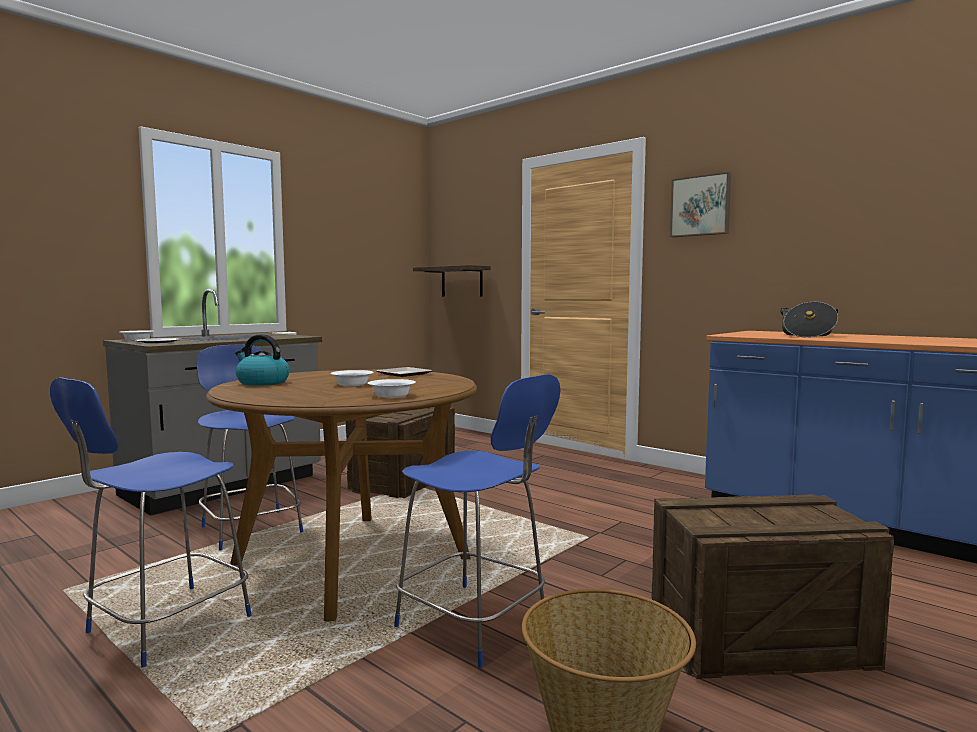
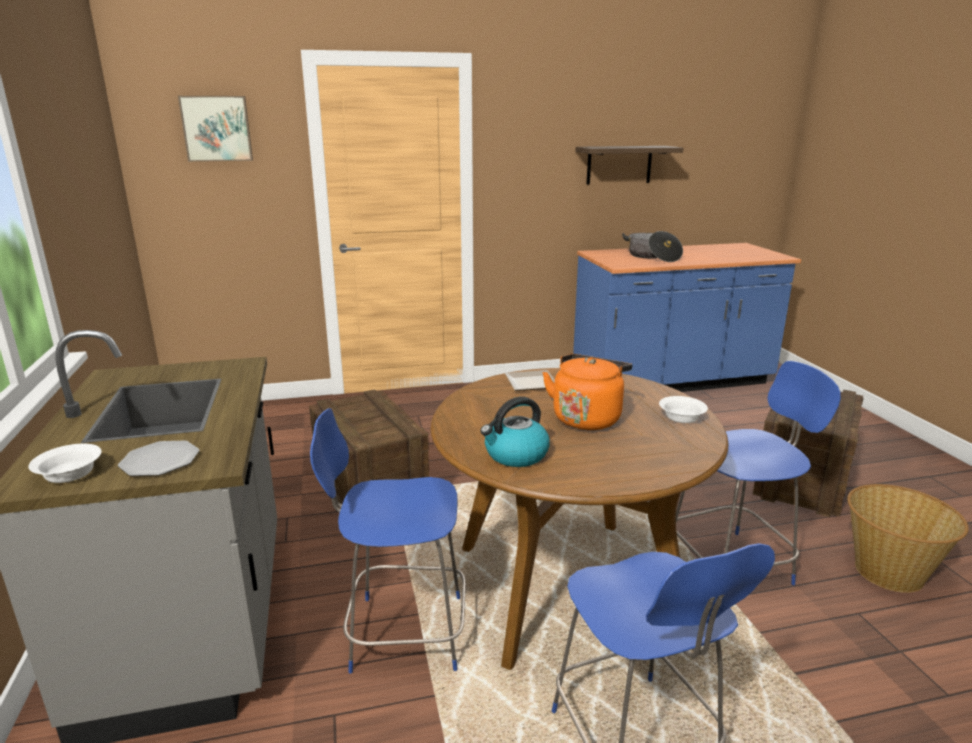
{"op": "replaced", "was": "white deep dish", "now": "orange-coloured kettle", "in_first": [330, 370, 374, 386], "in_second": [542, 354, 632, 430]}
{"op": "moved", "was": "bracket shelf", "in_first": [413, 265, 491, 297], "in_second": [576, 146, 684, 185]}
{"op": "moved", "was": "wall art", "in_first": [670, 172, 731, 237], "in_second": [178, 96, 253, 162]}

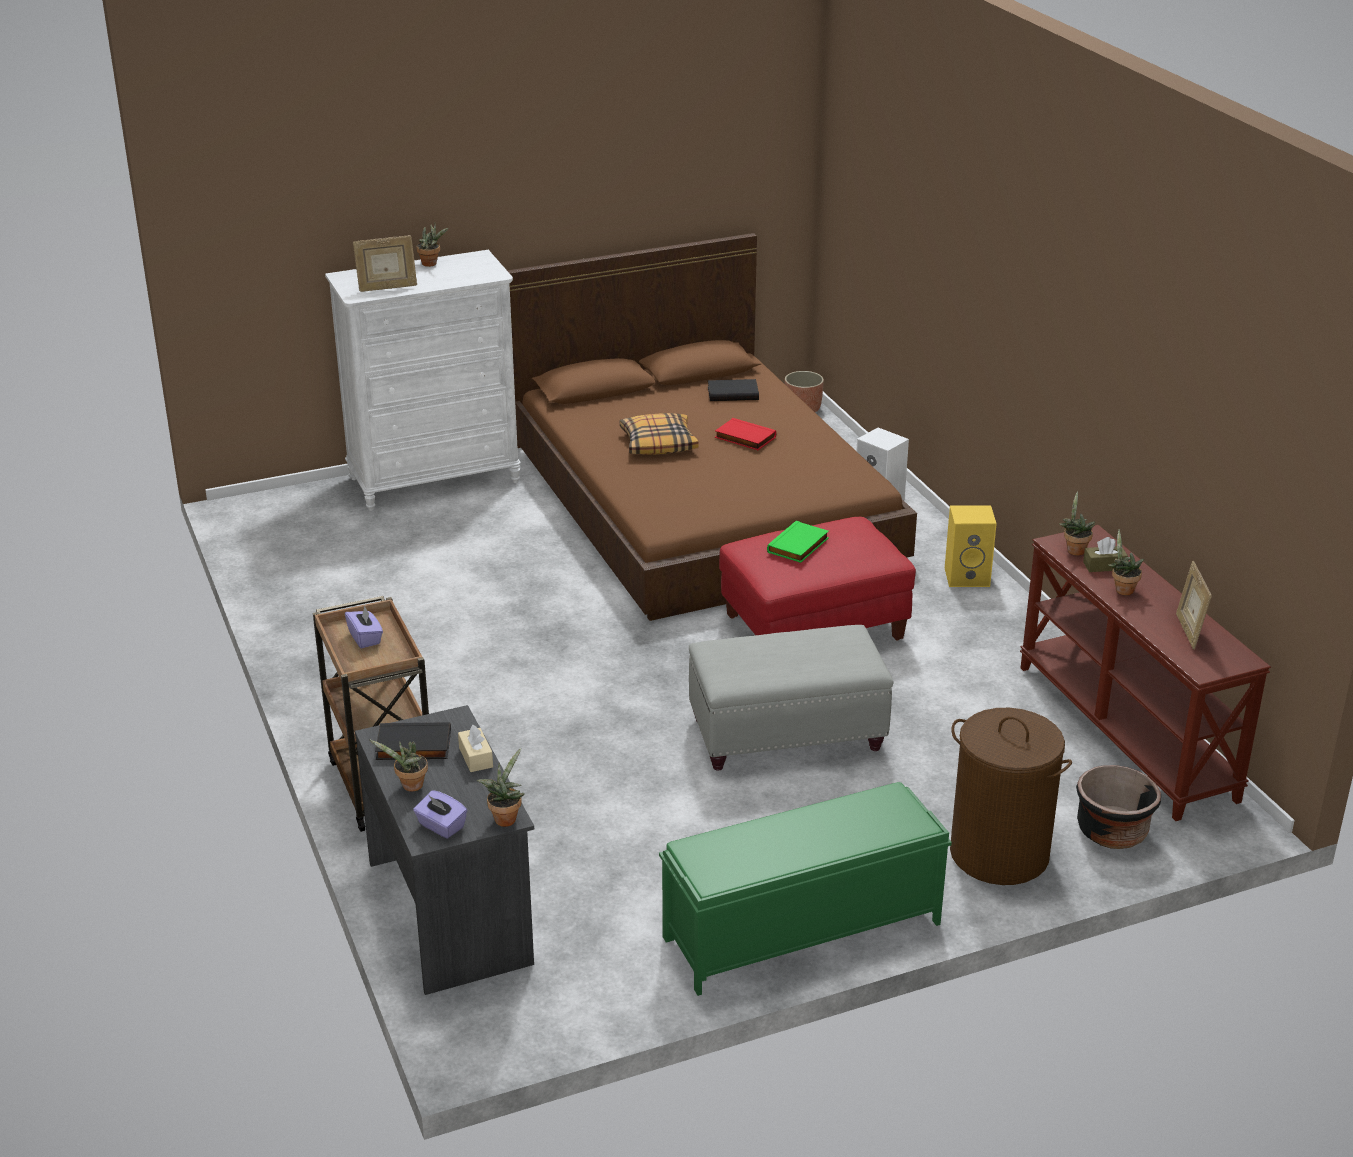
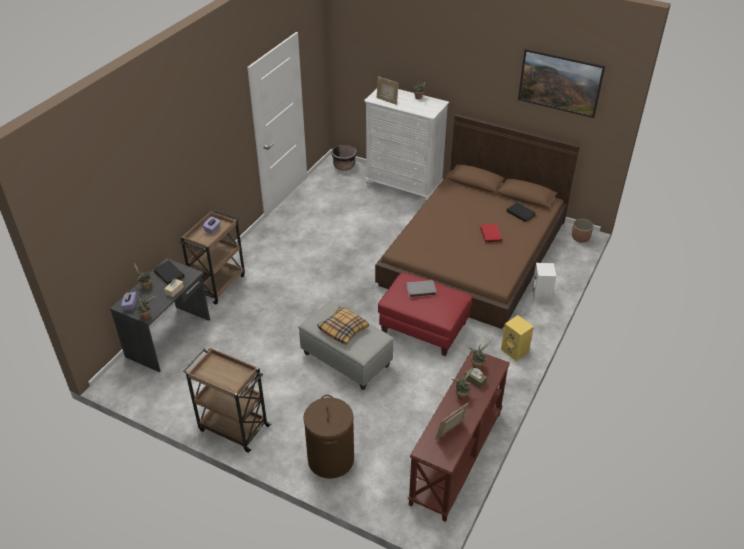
{"op": "moved", "was": "pillow", "in_first": [620, 413, 699, 455], "in_second": [318, 307, 369, 345]}
{"op": "replaced", "was": "greenish bench", "now": "brown wheeled cart", "in_first": [659, 782, 952, 996], "in_second": [183, 347, 271, 453]}
{"op": "recoloured", "was": "greenish bound book", "now": "grey bound book", "in_first": [767, 520, 829, 563], "in_second": [406, 280, 436, 298]}
{"op": "moved", "was": "blackish flower pot", "in_first": [1076, 765, 1161, 849], "in_second": [331, 145, 357, 171]}
{"op": "added", "now": "wall art", "in_second": [518, 49, 605, 118]}

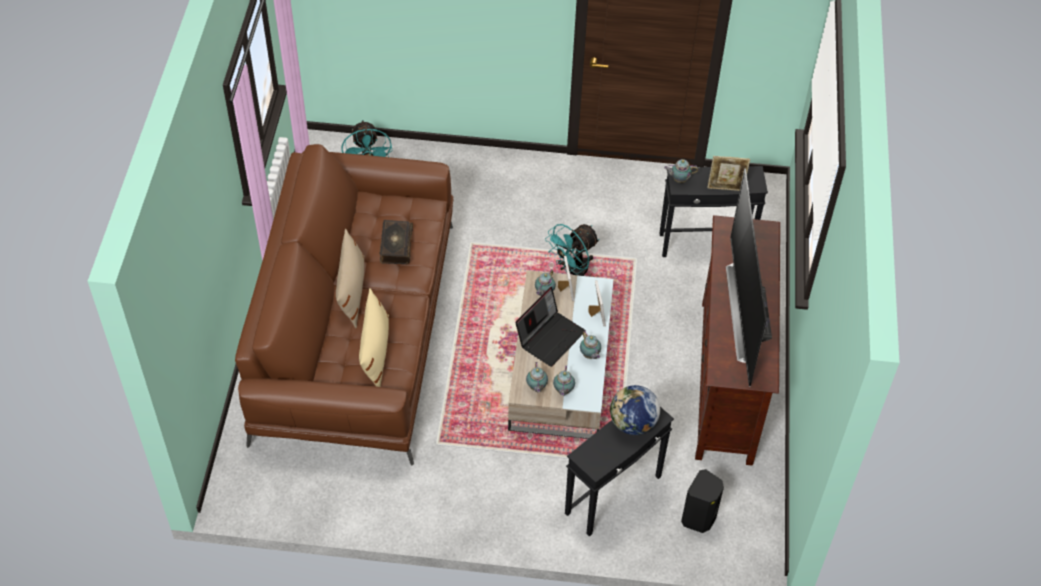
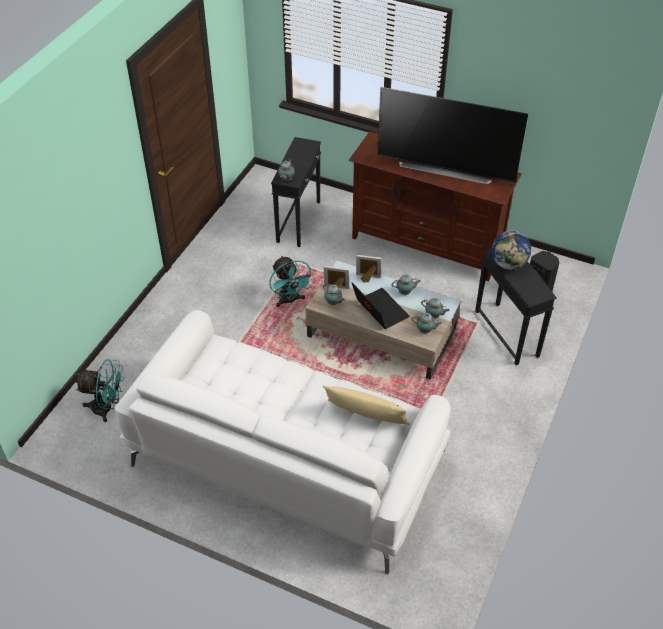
{"op": "recoloured", "was": "brown settee", "now": "white settee", "in_first": [235, 144, 453, 465], "in_second": [114, 310, 451, 574]}
{"op": "removed", "was": "beige pillow", "in_first": [336, 229, 365, 328]}
{"op": "removed", "was": "bound book", "in_first": [379, 220, 413, 264]}
{"op": "removed", "was": "standing frame", "in_first": [707, 156, 750, 191]}

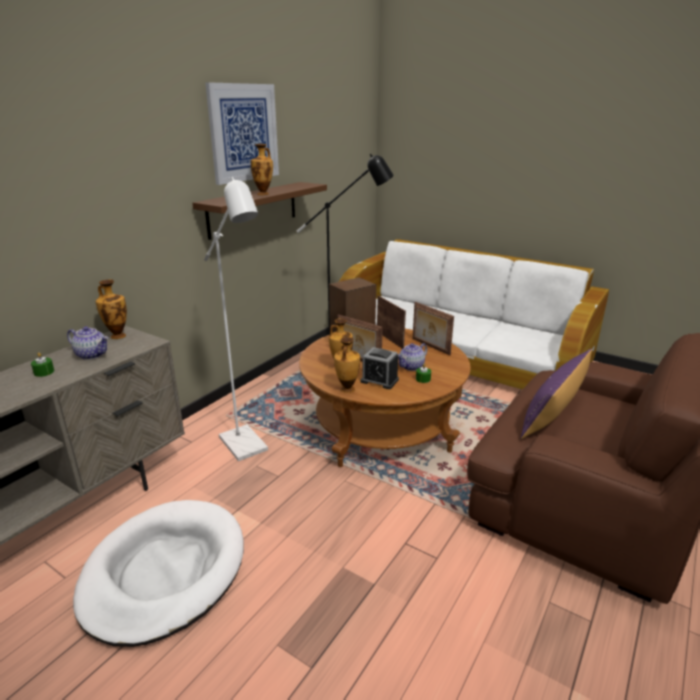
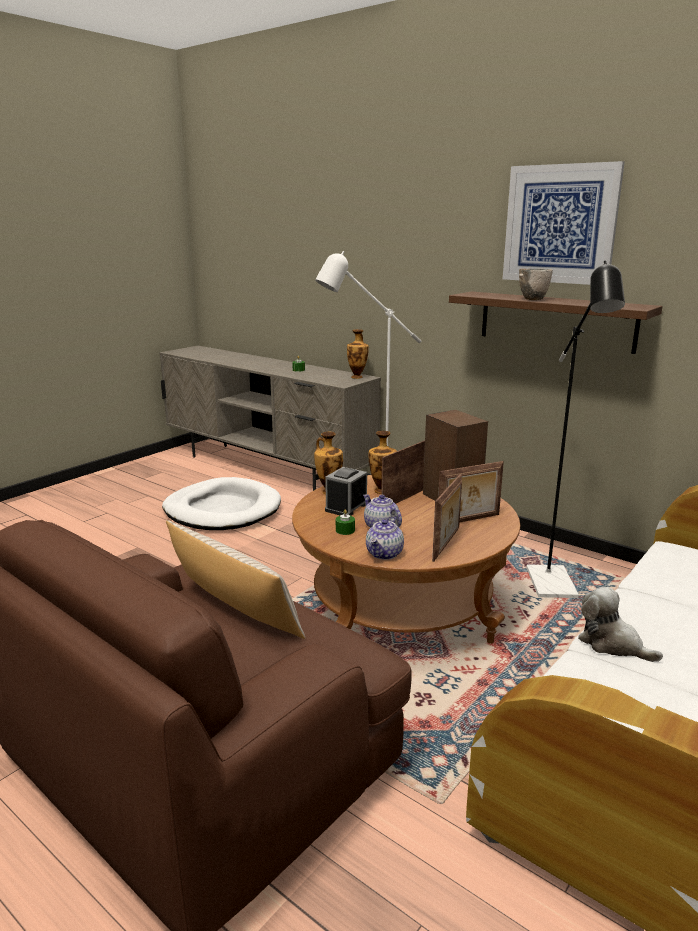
{"op": "moved", "was": "teapot", "in_first": [67, 326, 109, 360], "in_second": [366, 517, 404, 560]}
{"op": "replaced", "was": "flower vase", "now": "deep dish", "in_first": [251, 144, 273, 195], "in_second": [519, 268, 552, 300]}
{"op": "turned", "was": "standing frame", "in_first": [413, 302, 454, 355], "in_second": [432, 474, 462, 562], "clockwise": 150}
{"op": "recoloured", "was": "purple-coloured pillow", "now": "beige pillow", "in_first": [521, 349, 592, 439], "in_second": [166, 520, 306, 639]}
{"op": "added", "now": "plush toy", "in_second": [578, 587, 663, 662]}

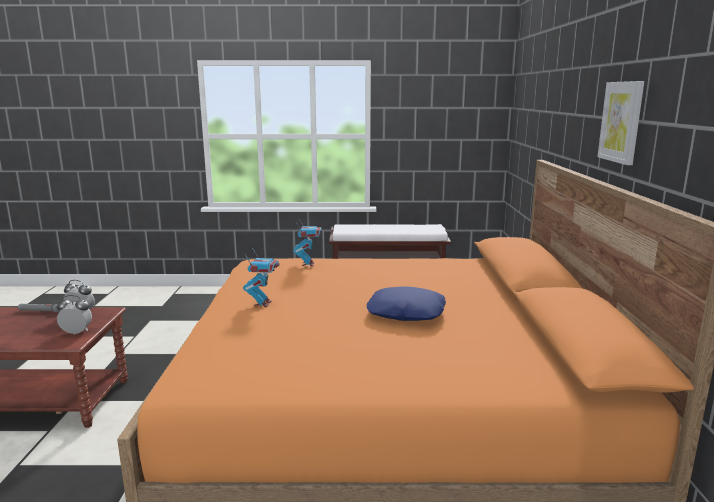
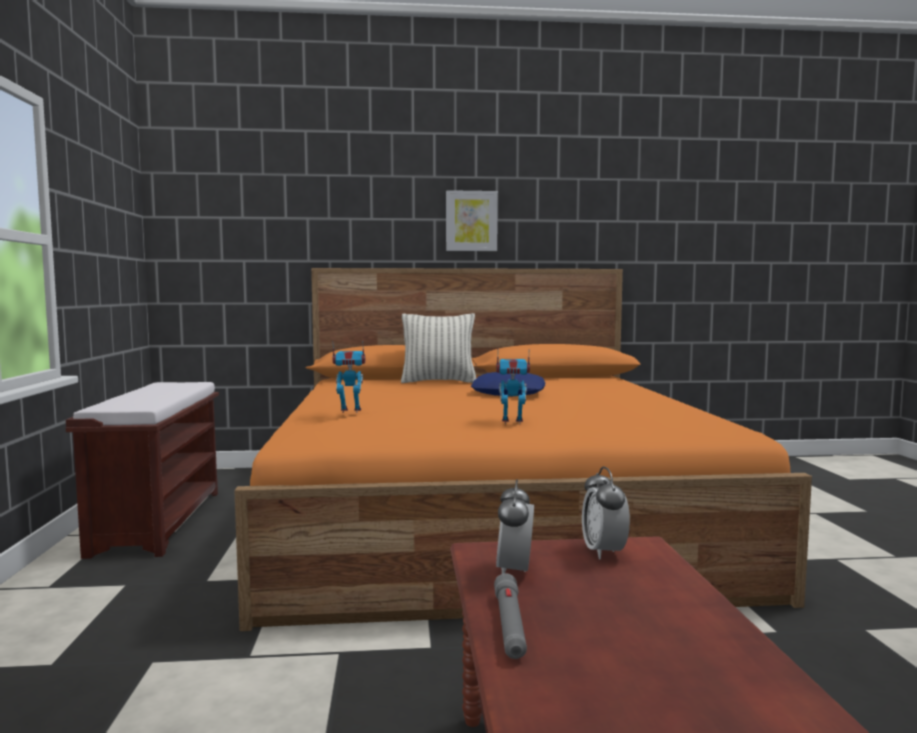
{"op": "added", "now": "pillow", "in_second": [401, 313, 476, 383]}

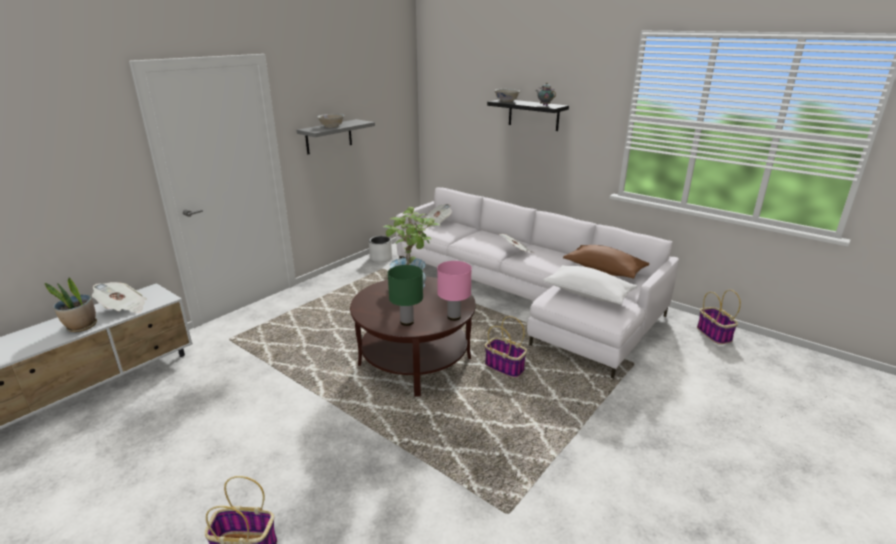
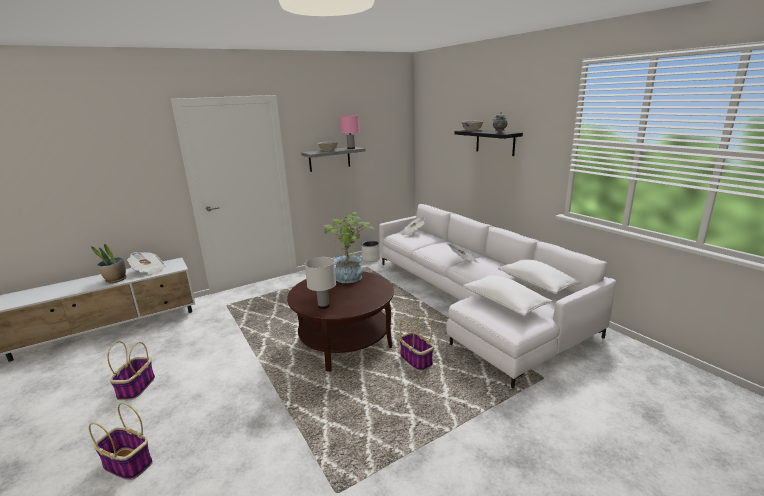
{"op": "recoloured", "was": "greenish lamp for a table", "now": "white lamp for a table", "in_first": [388, 265, 423, 326], "in_second": [305, 257, 336, 309]}
{"op": "moved", "was": "pink lamp for a table", "in_first": [437, 261, 472, 321], "in_second": [340, 115, 360, 149]}
{"op": "recoloured", "was": "brown pillow", "now": "white pillow", "in_first": [563, 245, 649, 279], "in_second": [498, 259, 581, 294]}
{"op": "moved", "was": "storage basket", "in_first": [697, 290, 741, 345], "in_second": [107, 341, 155, 400]}

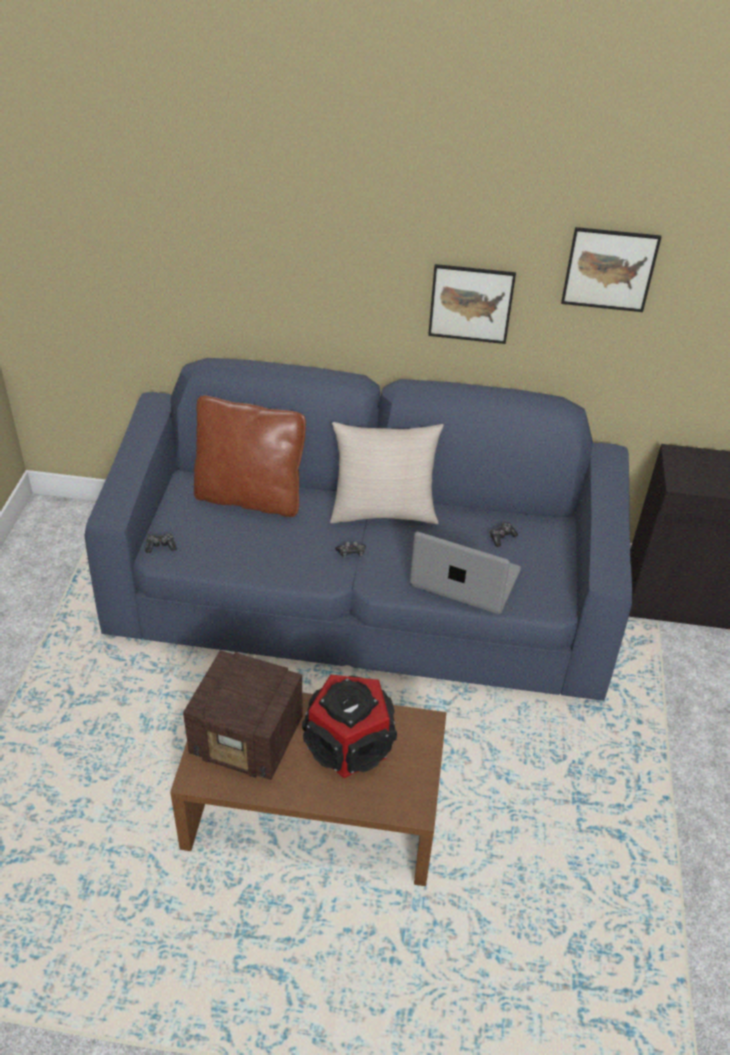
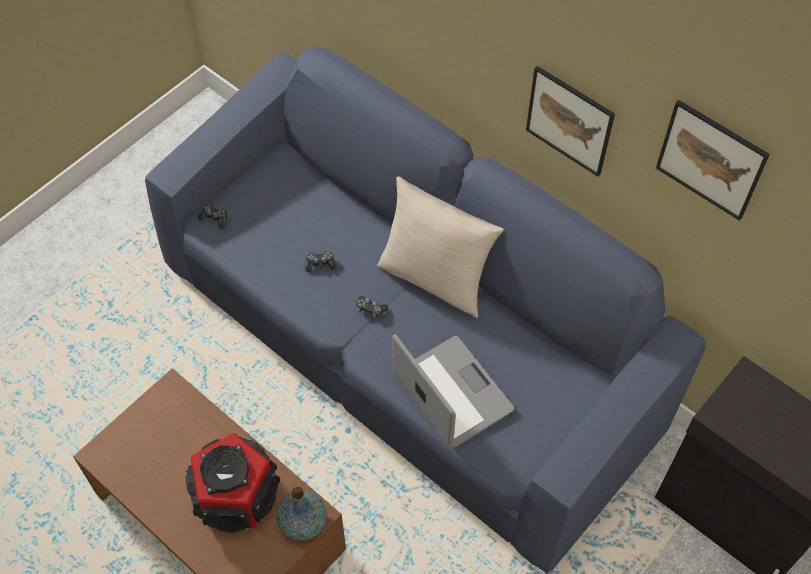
{"op": "removed", "was": "radio set", "in_first": [183, 650, 303, 780]}
{"op": "removed", "was": "brown pillow", "in_first": [194, 396, 306, 517]}
{"op": "moved", "was": "joypad", "in_first": [490, 523, 518, 547], "in_second": [305, 250, 337, 272]}
{"op": "added", "now": "flower vase", "in_second": [276, 486, 327, 541]}

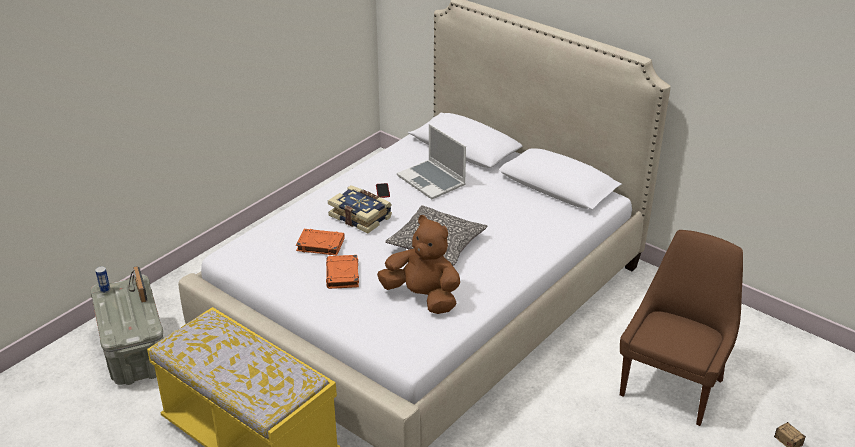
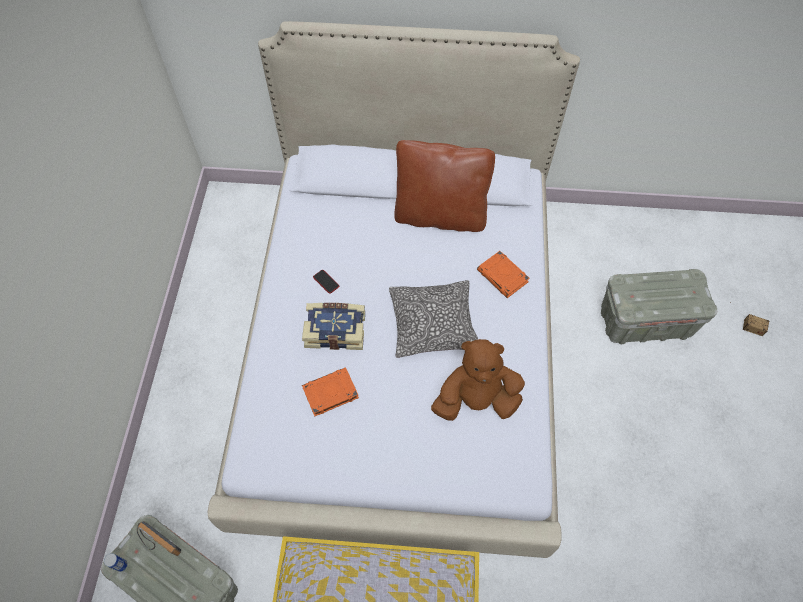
{"op": "moved", "was": "orange-coloured bound book", "in_first": [326, 255, 359, 289], "in_second": [477, 251, 530, 298]}
{"op": "removed", "was": "notebook computer", "in_first": [397, 124, 466, 199]}
{"op": "replaced", "was": "brown upright chair", "now": "grey storage container", "in_first": [620, 230, 743, 426], "in_second": [601, 269, 717, 344]}
{"op": "added", "now": "brown pillow", "in_second": [394, 140, 495, 232]}

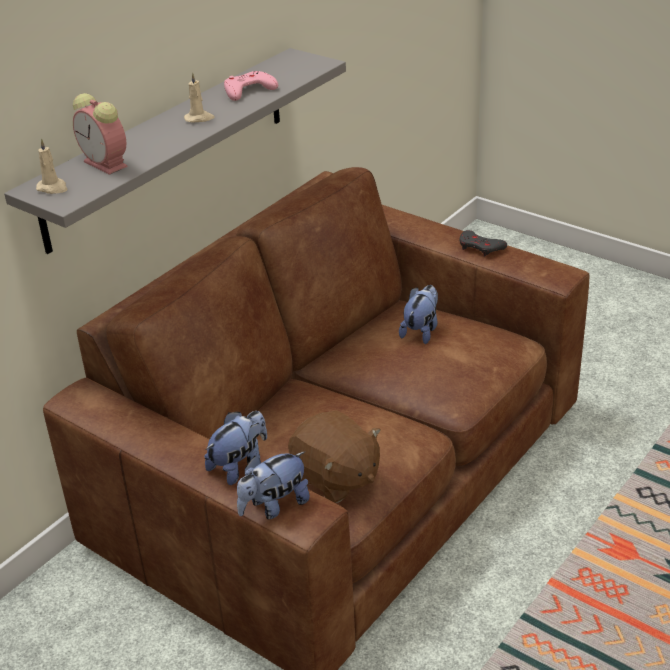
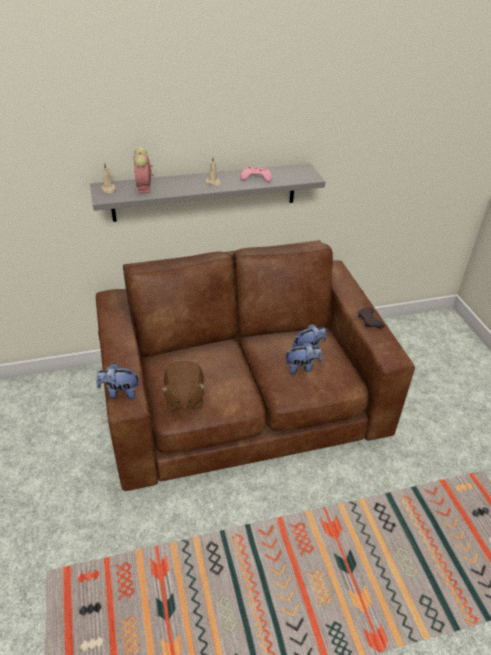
{"op": "moved", "was": "plush toy", "in_first": [204, 411, 267, 485], "in_second": [285, 342, 322, 374]}

